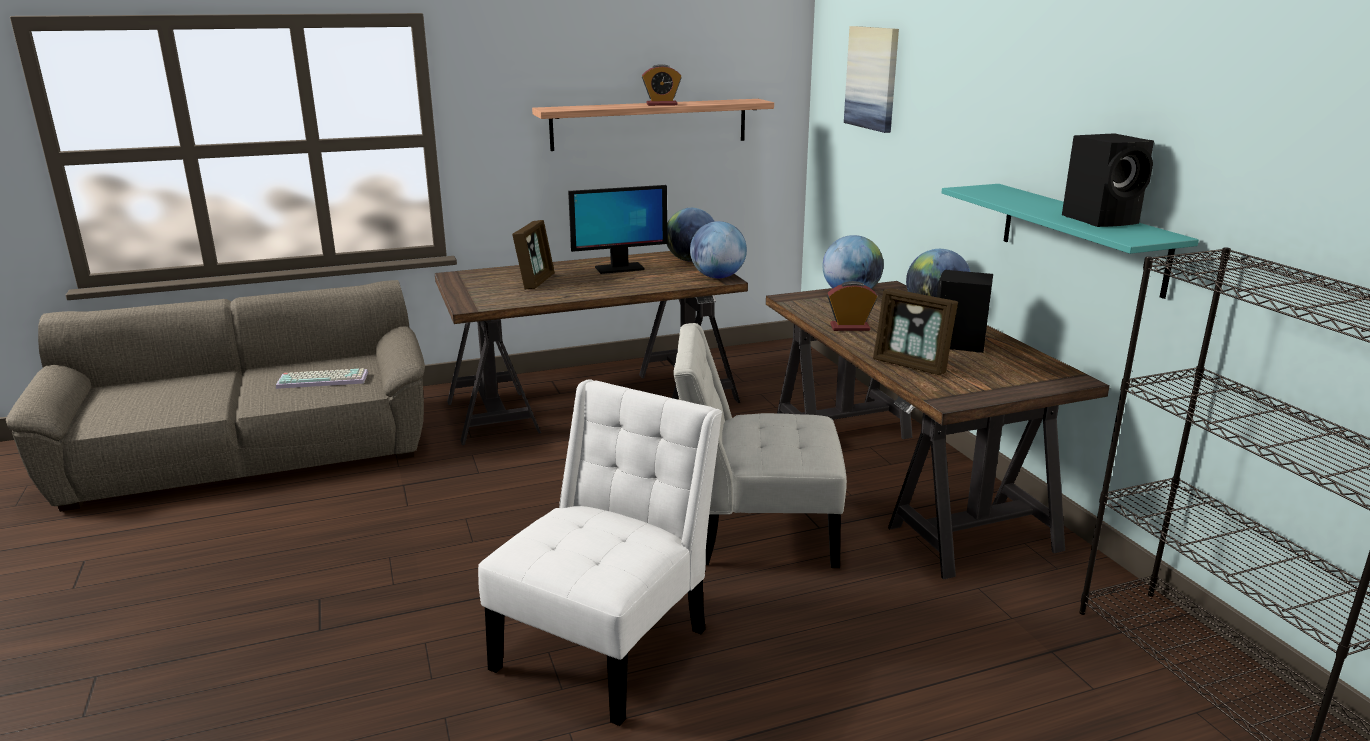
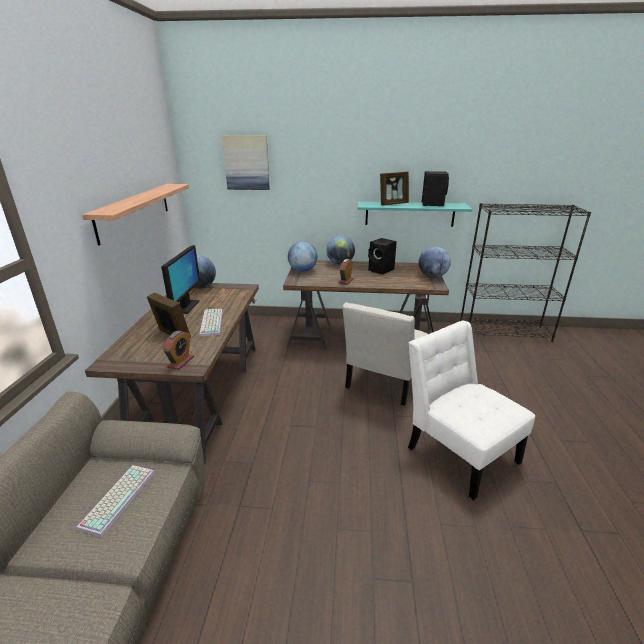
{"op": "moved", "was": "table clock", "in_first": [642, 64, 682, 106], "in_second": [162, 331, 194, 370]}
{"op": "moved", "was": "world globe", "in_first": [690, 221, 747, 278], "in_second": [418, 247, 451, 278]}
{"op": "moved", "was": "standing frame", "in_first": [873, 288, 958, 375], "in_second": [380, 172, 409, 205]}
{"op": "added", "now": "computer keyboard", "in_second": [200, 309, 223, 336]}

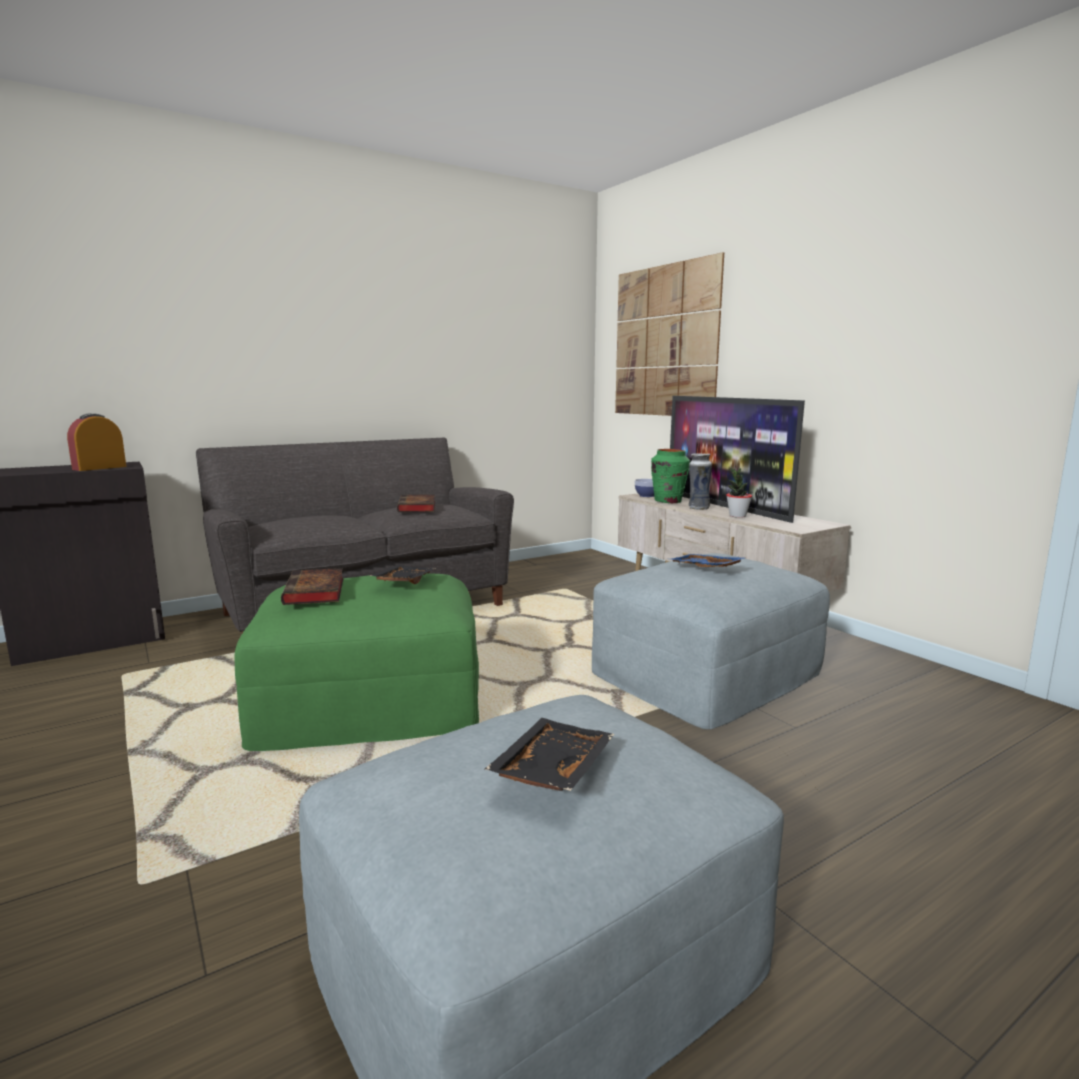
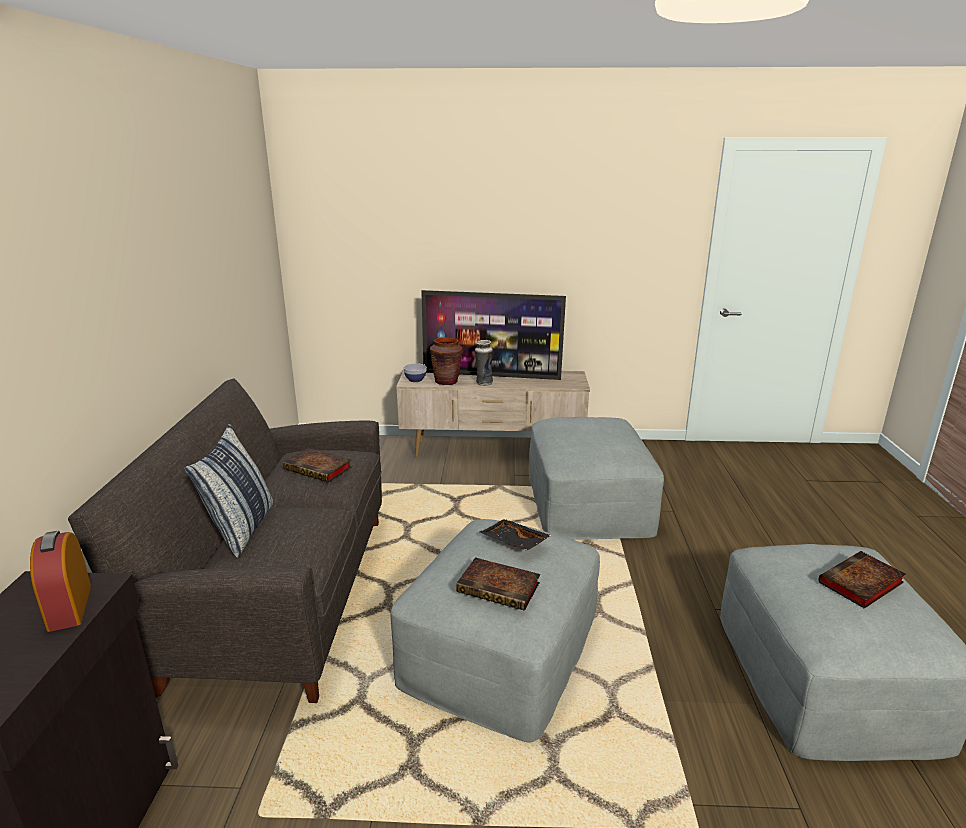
{"op": "recoloured", "was": "greenish footrest", "now": "grey footrest", "in_first": [235, 573, 479, 751], "in_second": [390, 519, 600, 743]}
{"op": "replaced", "was": "blackish tray", "now": "bound book", "in_first": [485, 718, 614, 791], "in_second": [818, 551, 906, 609]}
{"op": "removed", "was": "wall art", "in_first": [615, 252, 724, 416]}
{"op": "recoloured", "was": "greenish flower vase", "now": "brown flower vase", "in_first": [651, 449, 690, 503], "in_second": [430, 338, 463, 385]}
{"op": "removed", "was": "blue-coloured tray", "in_first": [671, 554, 745, 567]}
{"op": "removed", "was": "houseplant", "in_first": [726, 467, 752, 518]}
{"op": "added", "now": "pillow", "in_second": [184, 424, 274, 558]}

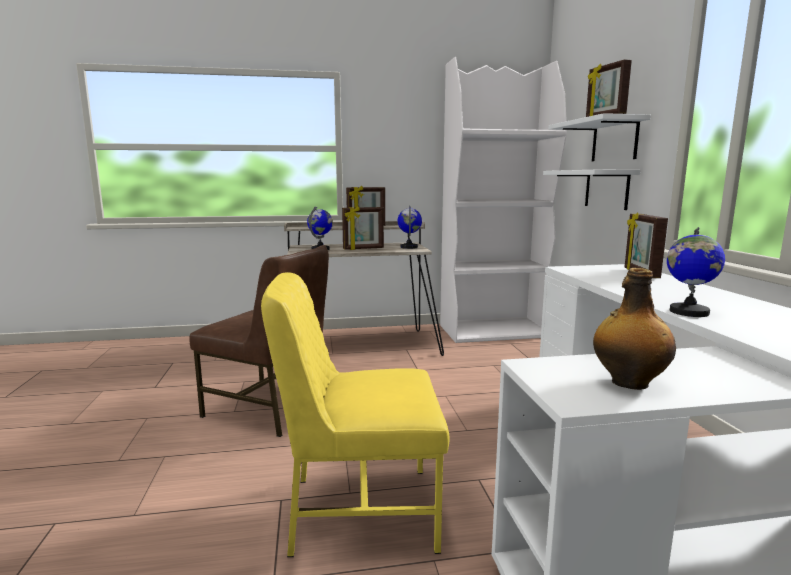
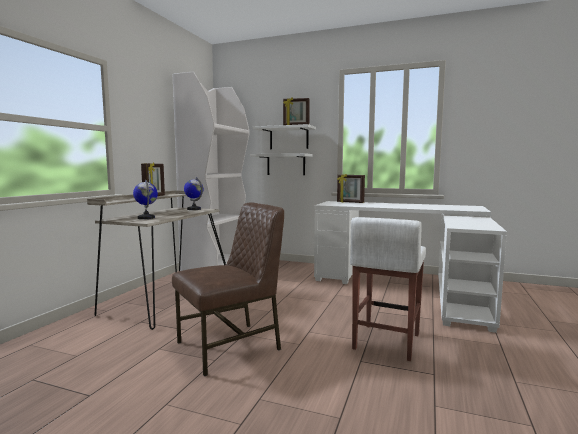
{"op": "replaced", "was": "yellowish upright chair", "now": "white stool seat", "in_first": [261, 272, 450, 557], "in_second": [350, 217, 426, 361]}
{"op": "removed", "was": "standing frame", "in_first": [342, 206, 384, 250]}
{"op": "removed", "was": "bottle", "in_first": [593, 268, 676, 390]}
{"op": "removed", "was": "world globe", "in_first": [667, 227, 725, 317]}

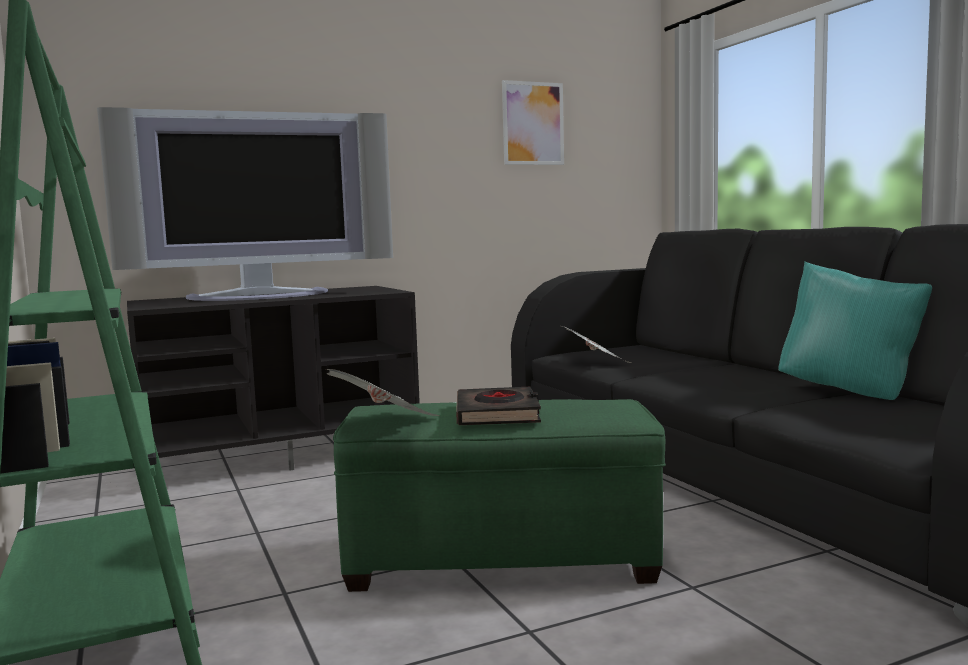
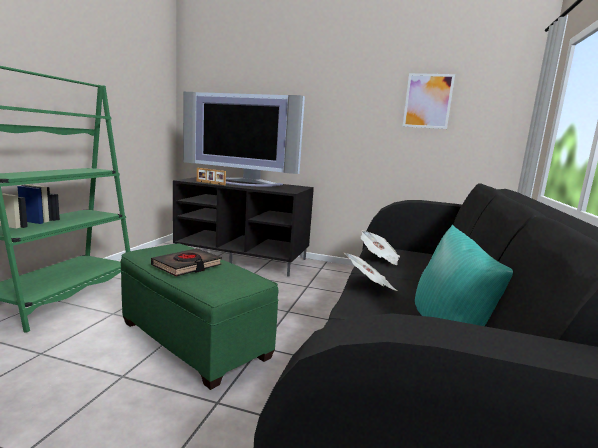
{"op": "moved", "was": "newspaper", "in_first": [325, 369, 439, 416], "in_second": [344, 253, 397, 291]}
{"op": "added", "now": "standing frame", "in_second": [197, 168, 226, 185]}

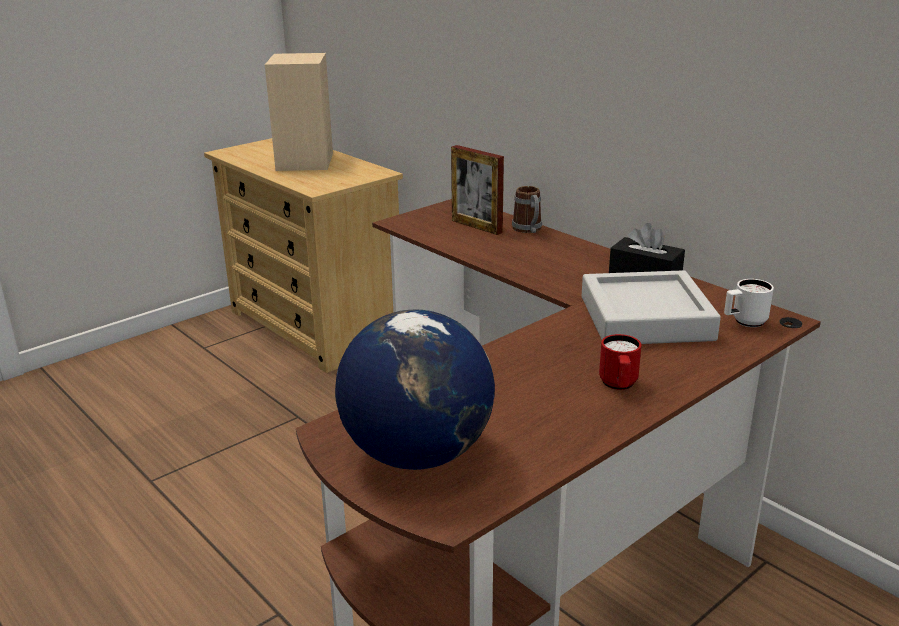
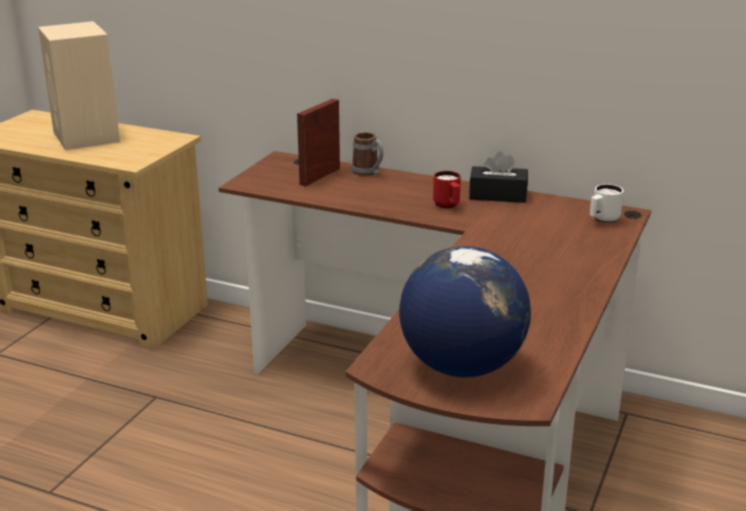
{"op": "turned", "was": "standing frame", "in_first": [451, 145, 504, 235], "in_second": [297, 99, 340, 186], "clockwise": 105}
{"op": "removed", "was": "grey tray", "in_first": [582, 270, 721, 344]}
{"op": "moved", "was": "reddish tea mug", "in_first": [599, 334, 641, 390], "in_second": [433, 171, 461, 208]}

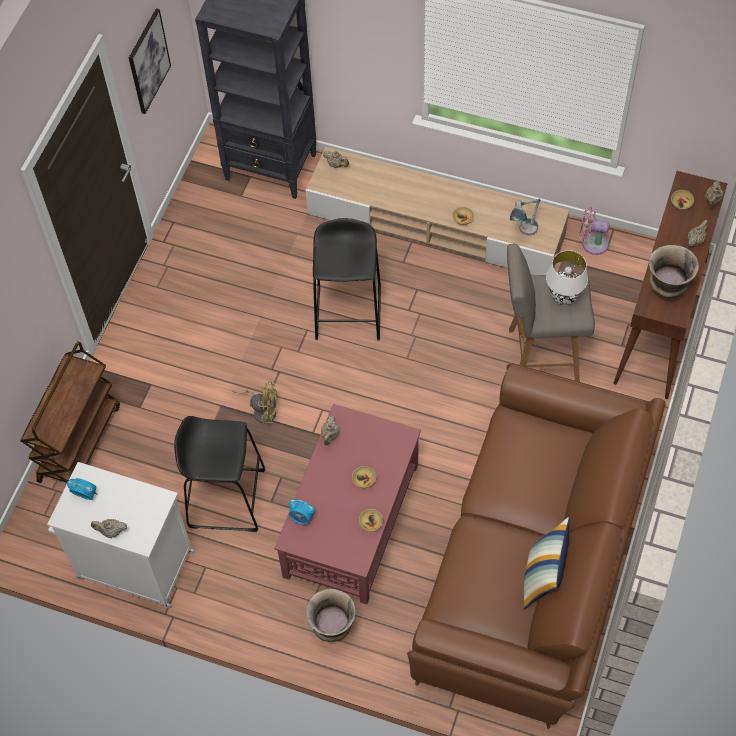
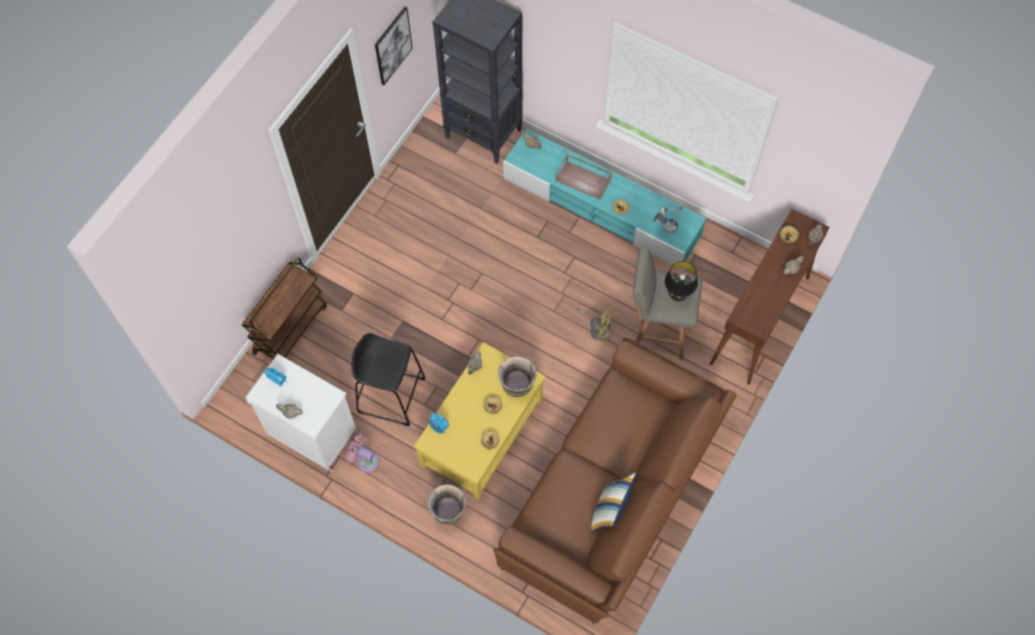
{"op": "moved", "was": "yellowish cooling fan", "in_first": [232, 381, 278, 423], "in_second": [577, 309, 612, 342]}
{"op": "recoloured", "was": "reddish low table", "now": "yellowish low table", "in_first": [274, 404, 421, 604], "in_second": [414, 342, 545, 500]}
{"op": "recoloured", "was": "beige tv stand", "now": "blue-green tv stand", "in_first": [306, 147, 569, 275], "in_second": [503, 129, 706, 269]}
{"op": "removed", "was": "blackish stool seat", "in_first": [313, 218, 381, 340]}
{"op": "recoloured", "was": "white lamp for a table", "now": "blackish lamp for a table", "in_first": [546, 250, 588, 306], "in_second": [665, 261, 698, 301]}
{"op": "moved", "was": "pink cooling fan", "in_first": [579, 206, 610, 255], "in_second": [346, 434, 379, 473]}
{"op": "moved", "was": "flower vase", "in_first": [649, 245, 699, 300], "in_second": [498, 356, 537, 397]}
{"op": "added", "now": "brown tray", "in_second": [555, 154, 612, 200]}

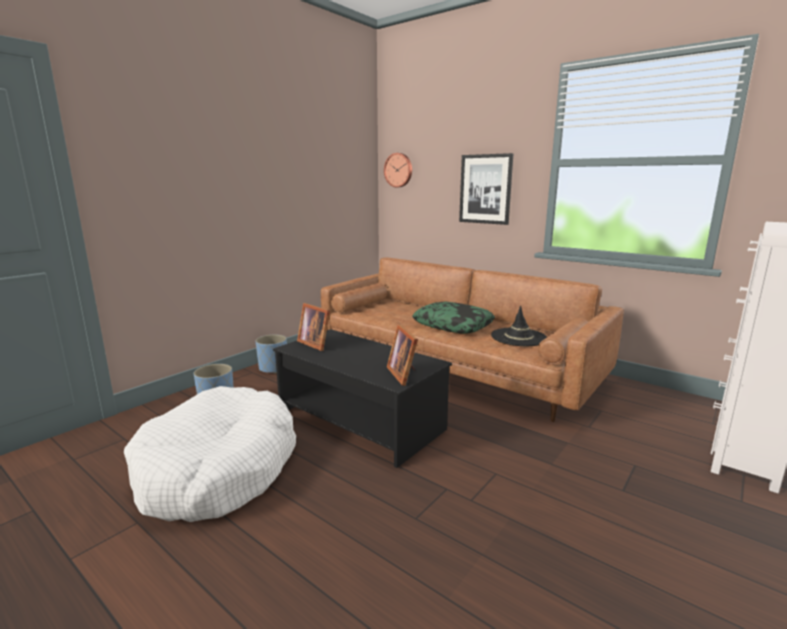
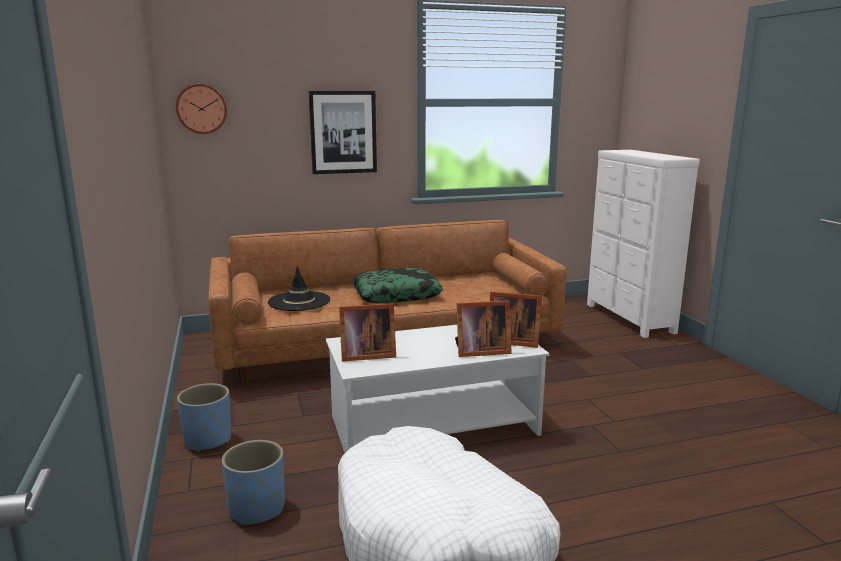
{"op": "recoloured", "was": "blackish low table", "now": "white low table", "in_first": [273, 329, 452, 468], "in_second": [326, 325, 550, 453]}
{"op": "moved", "was": "blackish clothing hat", "in_first": [491, 306, 547, 346], "in_second": [268, 266, 330, 311]}
{"op": "added", "now": "standing frame", "in_second": [455, 301, 512, 357]}

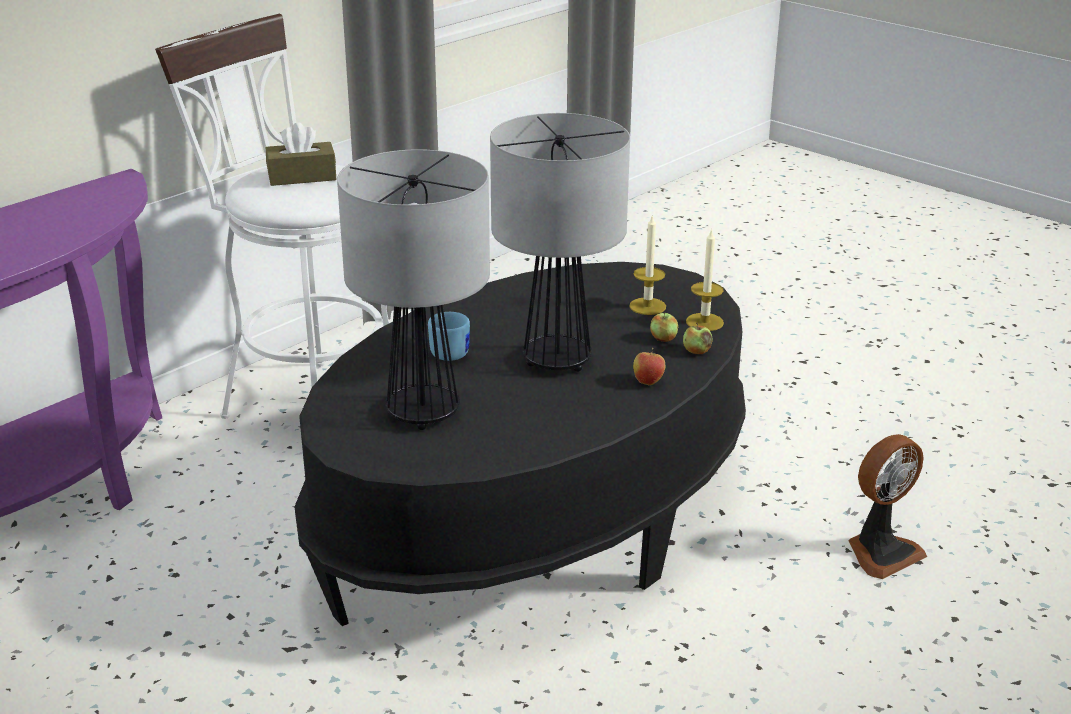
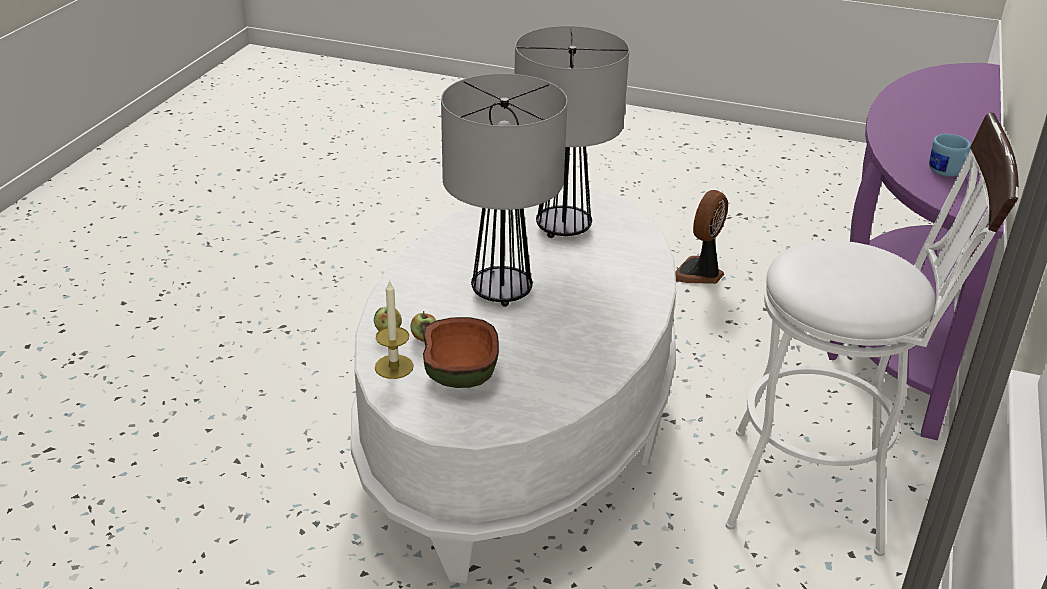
{"op": "removed", "was": "brown tissue box", "in_first": [266, 122, 337, 186]}
{"op": "recoloured", "was": "blackish low table", "now": "white low table", "in_first": [295, 262, 746, 626], "in_second": [351, 186, 676, 583]}
{"op": "moved", "was": "blue-coloured tea mug", "in_first": [428, 312, 470, 361], "in_second": [929, 134, 971, 177]}
{"op": "replaced", "was": "wax candle", "now": "deep dish", "in_first": [629, 214, 666, 315], "in_second": [423, 317, 499, 388]}
{"op": "removed", "was": "apple", "in_first": [633, 348, 665, 385]}
{"op": "moved", "was": "cooling fan", "in_first": [848, 434, 927, 579], "in_second": [675, 190, 728, 284]}

